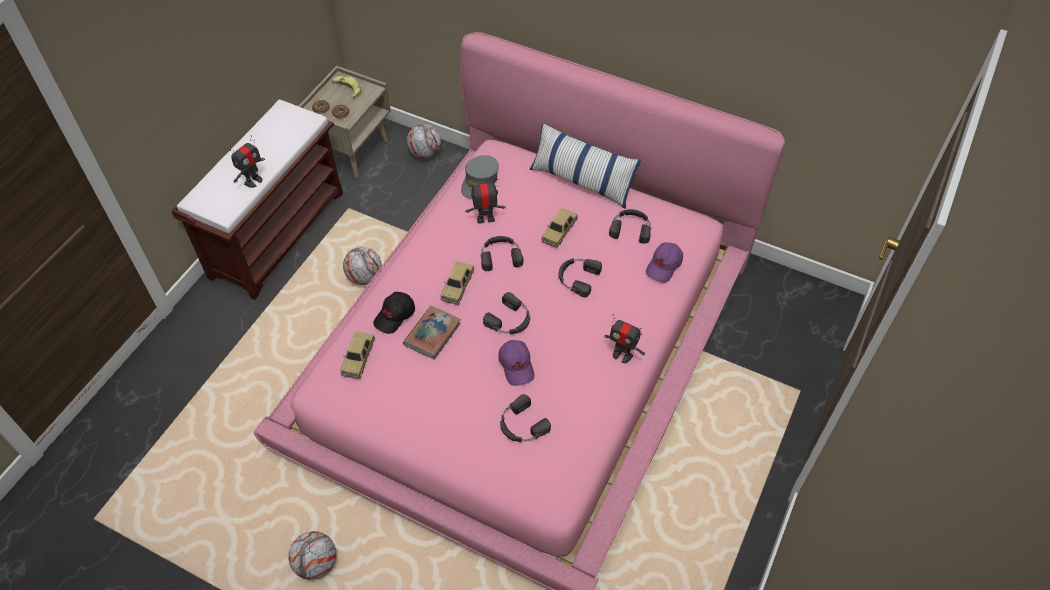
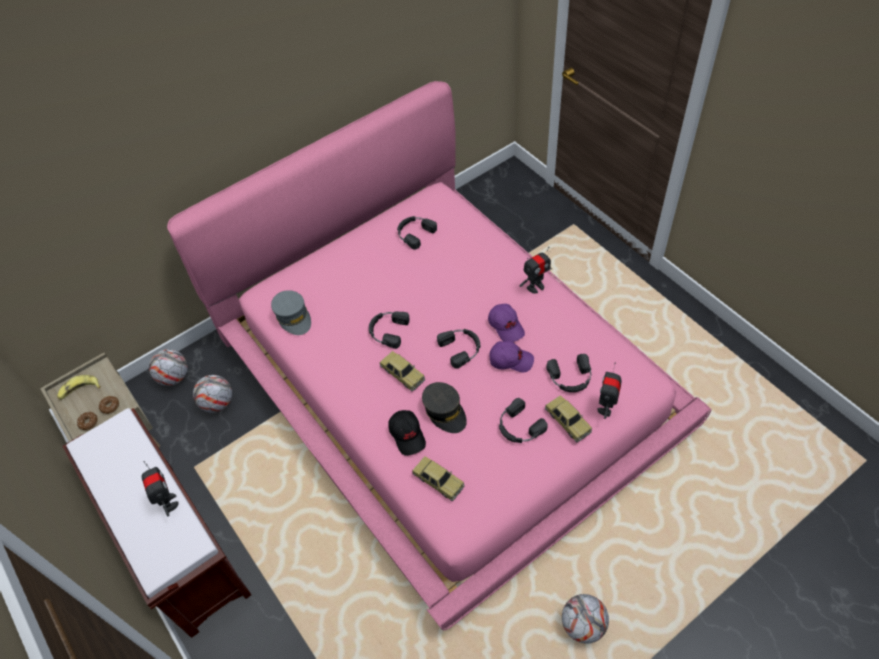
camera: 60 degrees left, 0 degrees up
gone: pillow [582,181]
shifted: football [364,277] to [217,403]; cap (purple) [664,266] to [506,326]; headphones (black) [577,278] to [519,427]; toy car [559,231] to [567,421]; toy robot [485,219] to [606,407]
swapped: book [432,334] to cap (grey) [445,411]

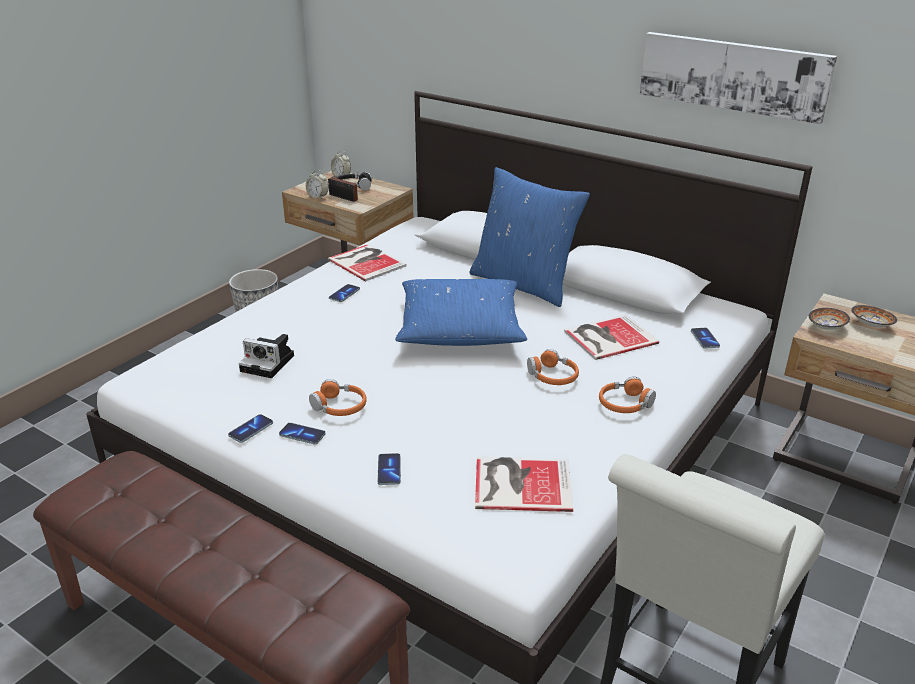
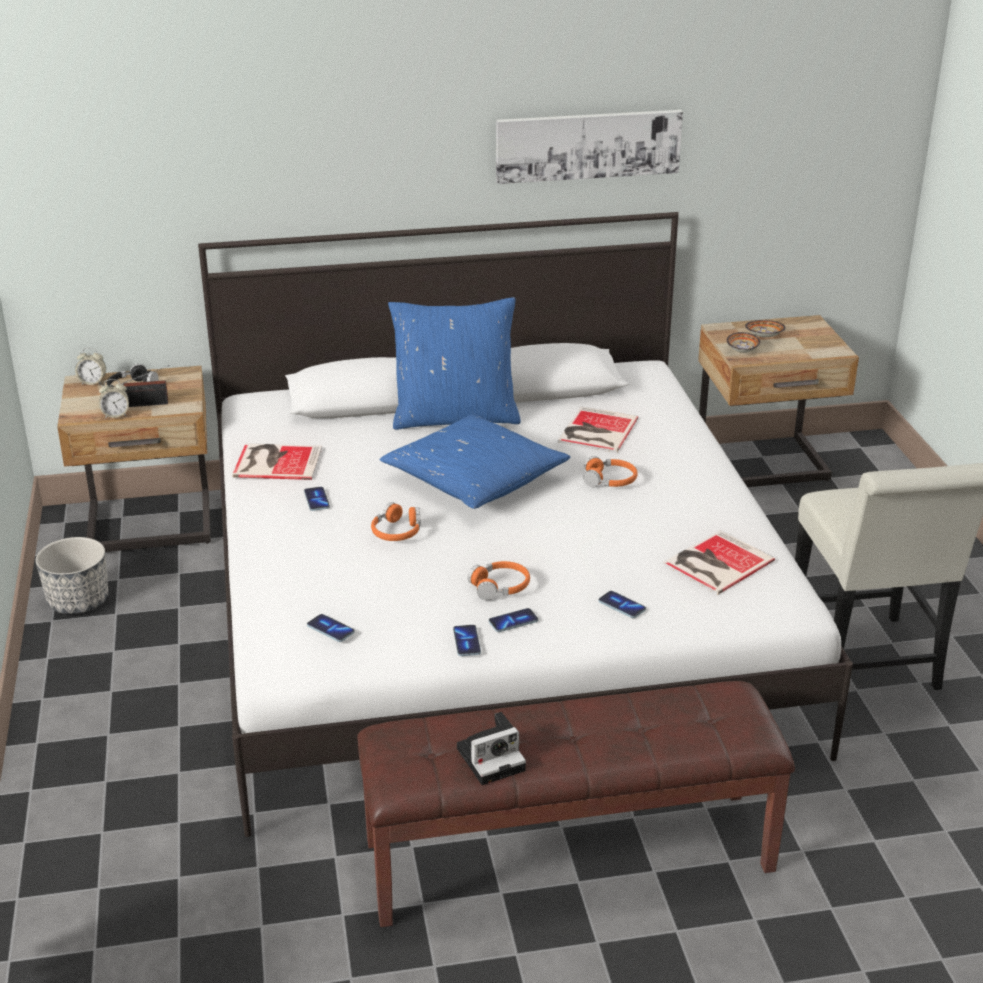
camera: 45 degrees left, 0 degrees up
shifted: phone [704,339] to [330,629]; headphones (orange) [625,404] to [397,531]; photo camera [269,363] to [492,758]

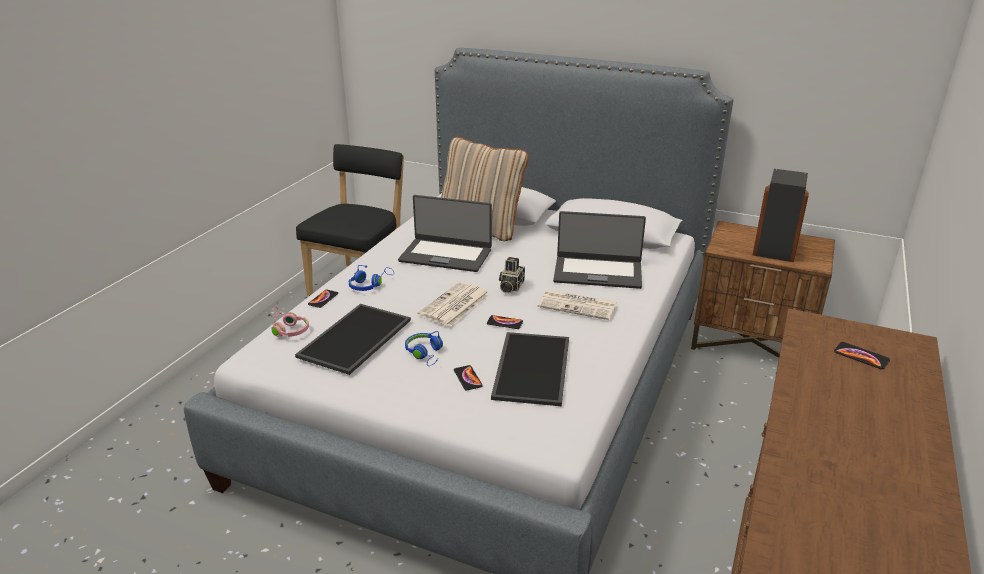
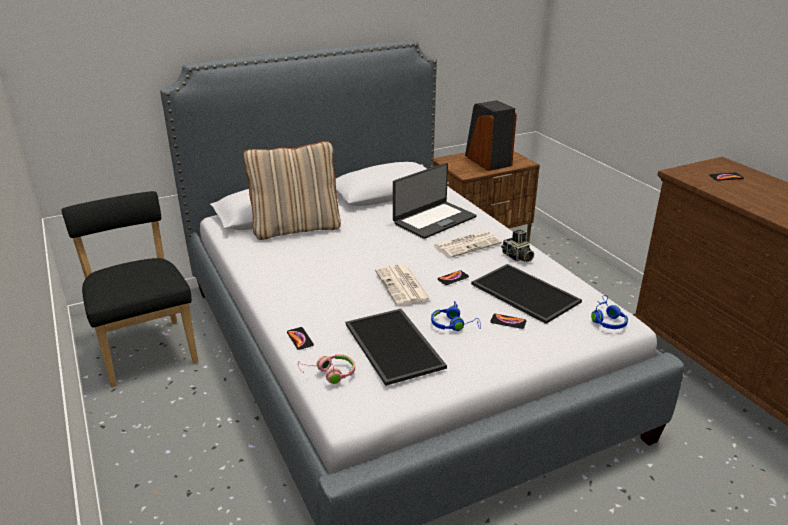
camera: 50 degrees left, 0 degrees up
gone: laptop [446,255]
shifted: photo camera [510,287] to [517,257]; headphones (blue) [369,285] to [607,319]

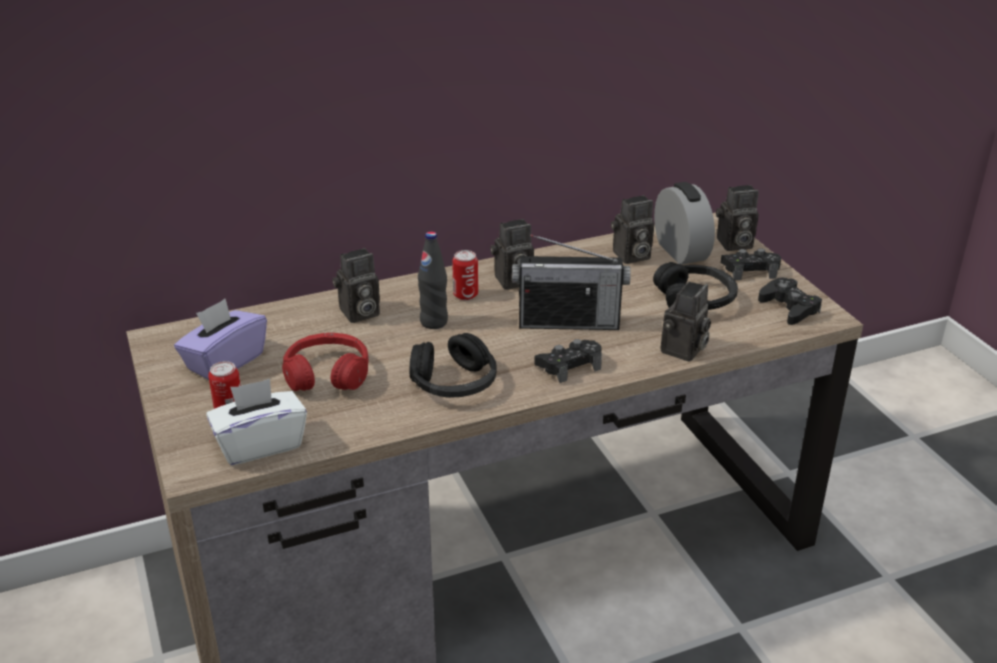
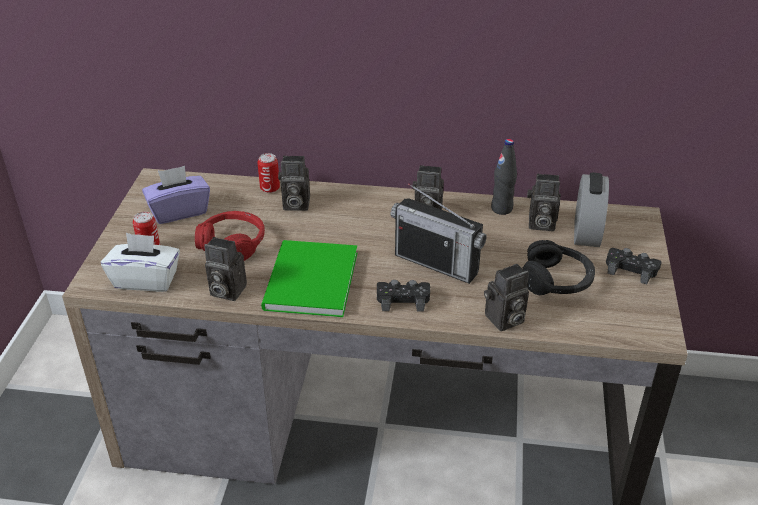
camera: 30 degrees right, 5 degrees up
gone: game controller (black) [789,308]
shifted: photo camera [733,244] to [225,291]; can [465,295] to [270,188]; bottle (black) [434,322] to [501,209]
swapped: headphones (black) [454,383] to book (green) [308,282]

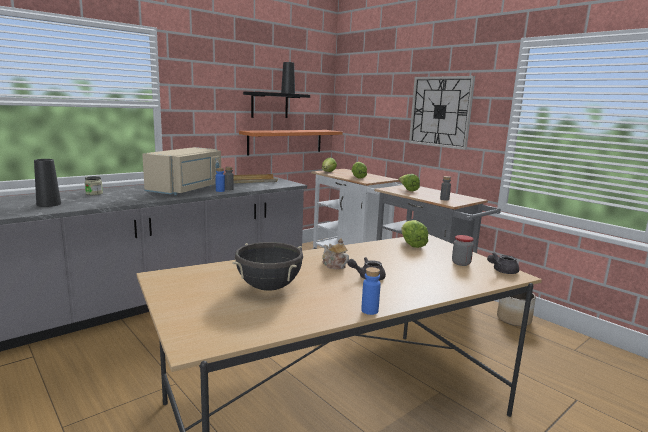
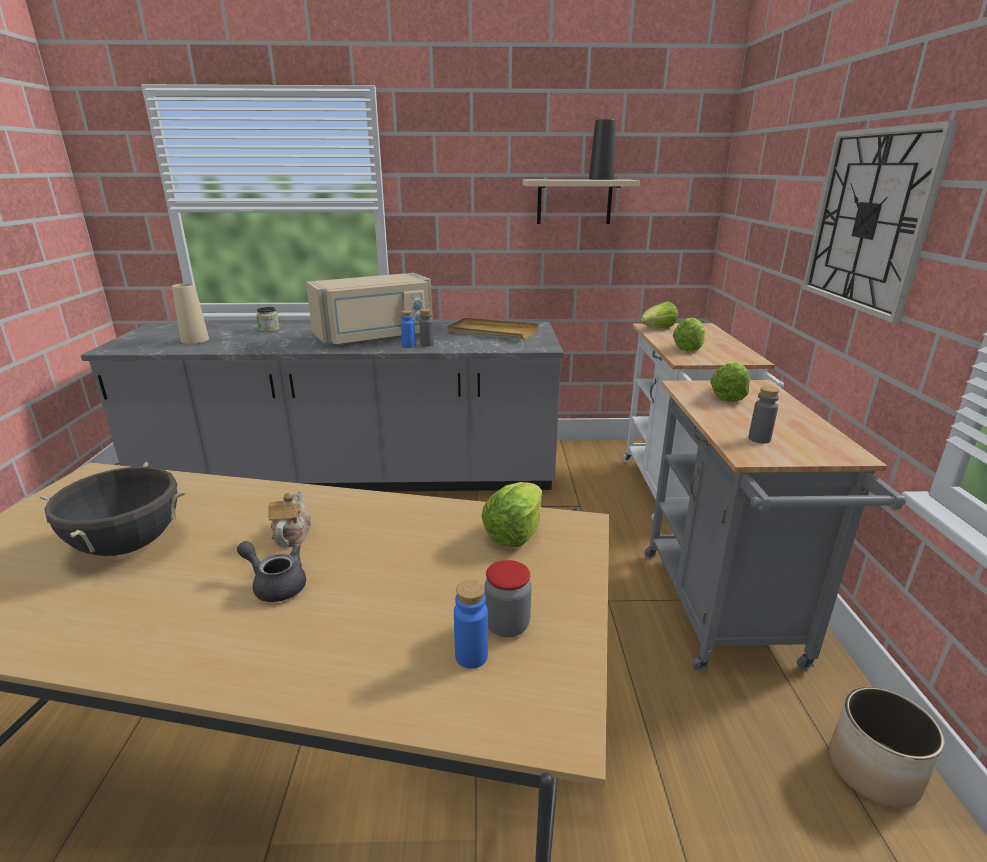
camera: 40 degrees right, 10 degrees up
gone: shelf (orange) [285,141]; teapot (grey) [501,271]
shifted: bottle (blue) [369,311] to [471,656]
repainted: vase (black) [49,204] to vase (beige) [195,340]; shelf (black) [269,105] to shelf (beige) [574,202]

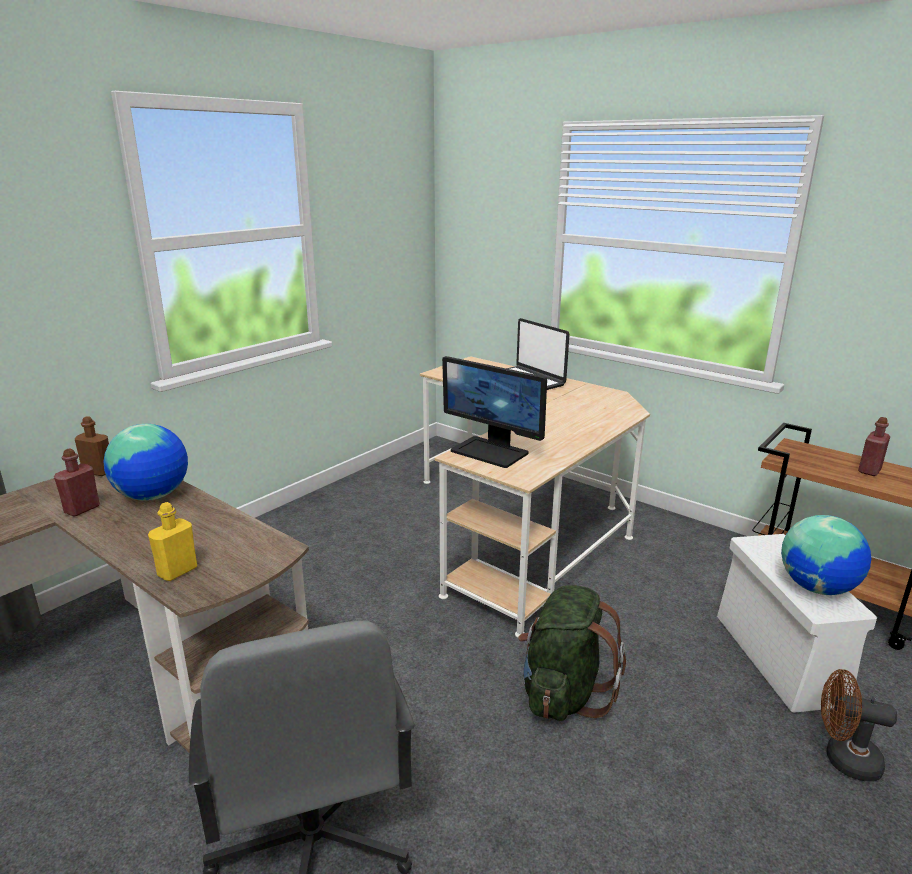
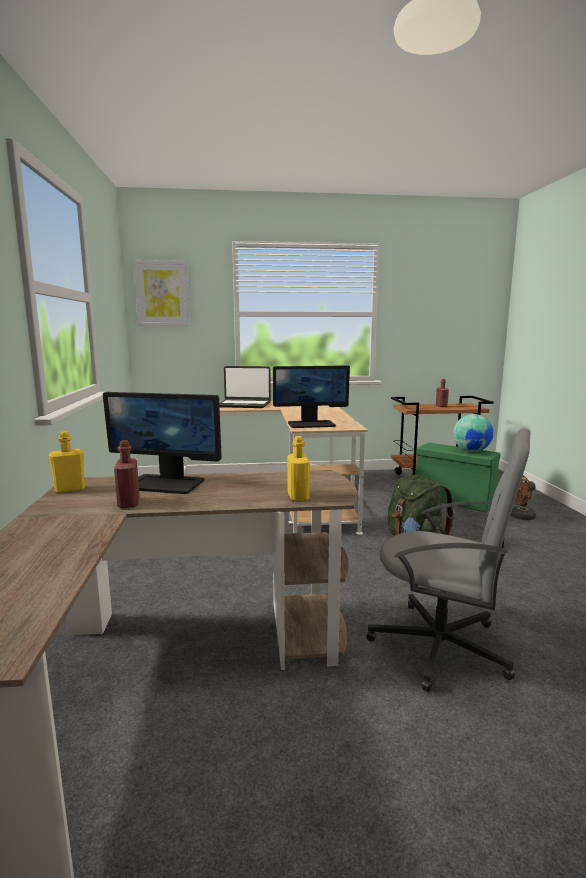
camera: 45 degrees left, 10 degrees down
new: picture [162,293]
swapped: globe [153,496] to monitor [165,484]
repainted: bottle (brown) [98,472] to bottle (yellow) [70,489]; storage box (white) [779,659] to storage box (green) [455,500]

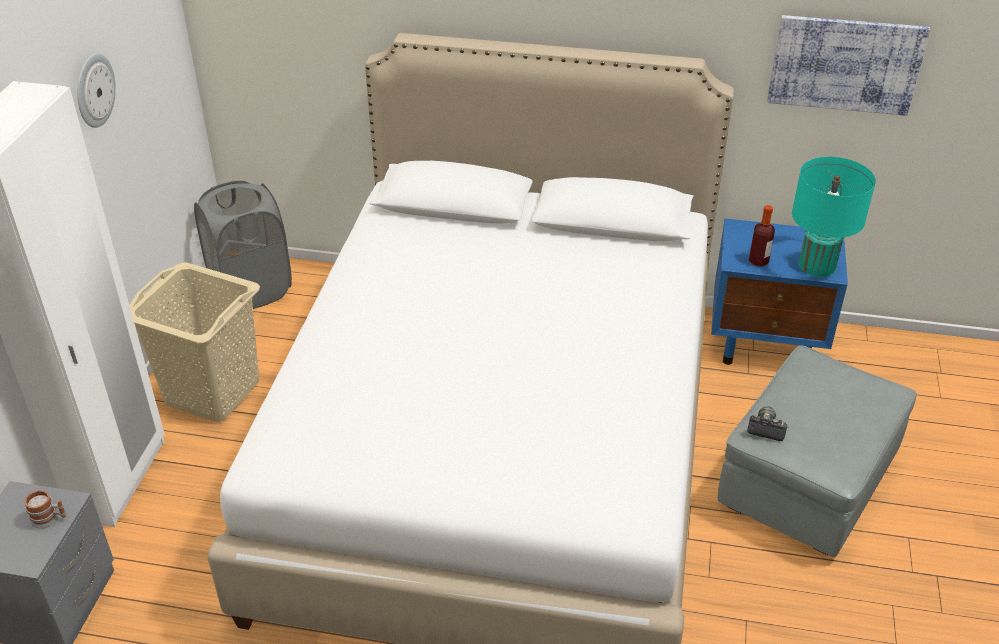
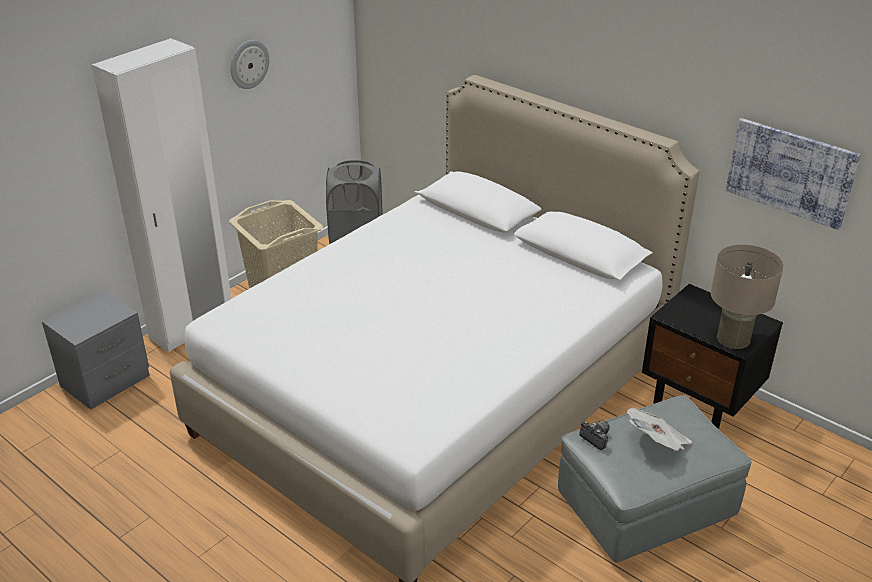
camera: 30 degrees right, 5 degrees down
gone: mug [49,518]; bottle [758,261]
new: newspaper [657,443]
repainted: nightstand (blue) [766,344] to nightstand (black) [701,402]; table lamp (turquoise) [817,265] to table lamp (beige) [733,338]

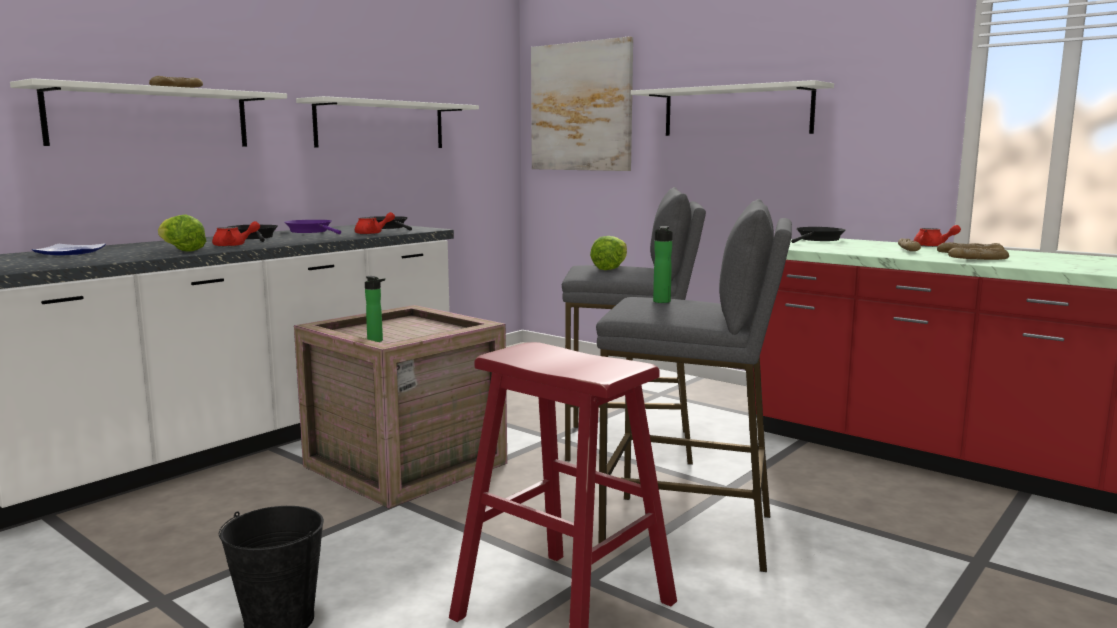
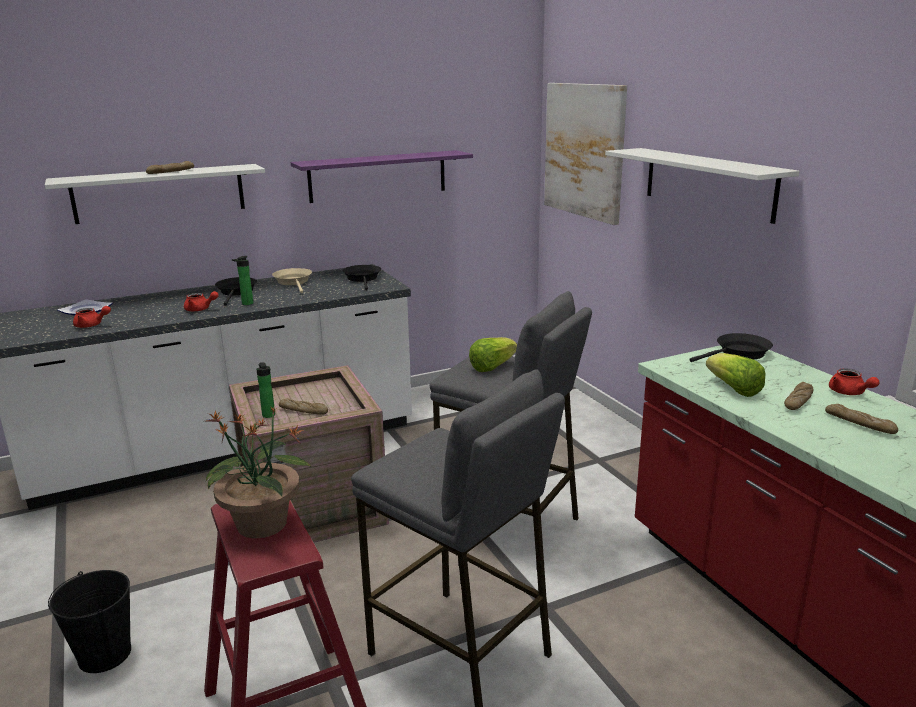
camera: 25 degrees right, 10 degrees up
new: potted plant [262,525]
shifted: teapot (red) [373,233] to [91,325]; bottle [661,302] to [246,304]; bread [978,259] to [303,411]; lettuce [181,250] to [733,389]
repainted: frying pan (purple) [311,231] to frying pan (beige) [294,282]; shelf (white) [381,125] to shelf (purple) [378,176]

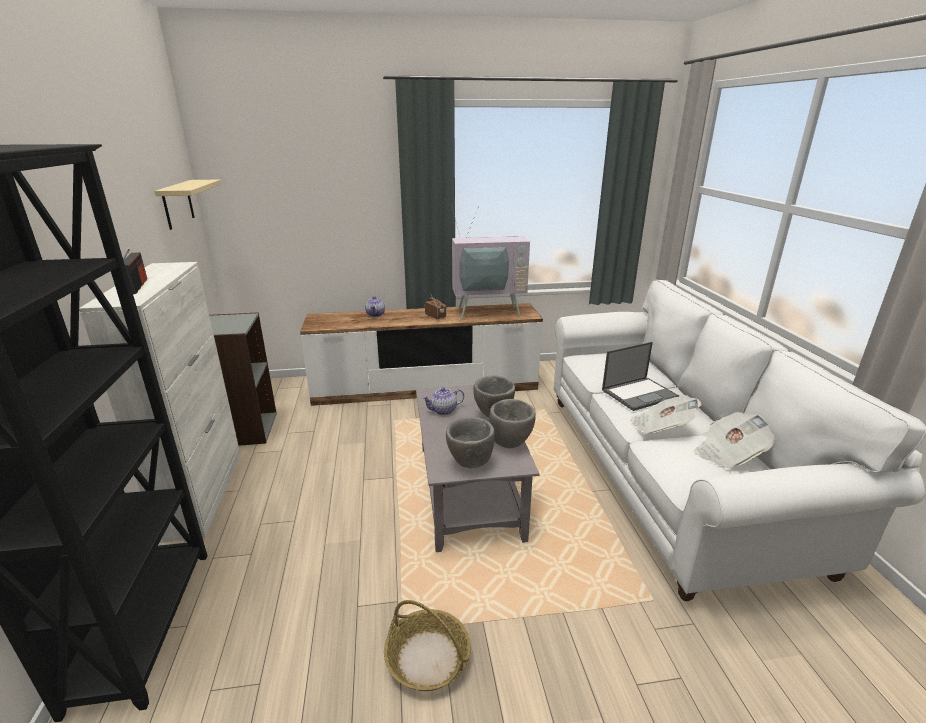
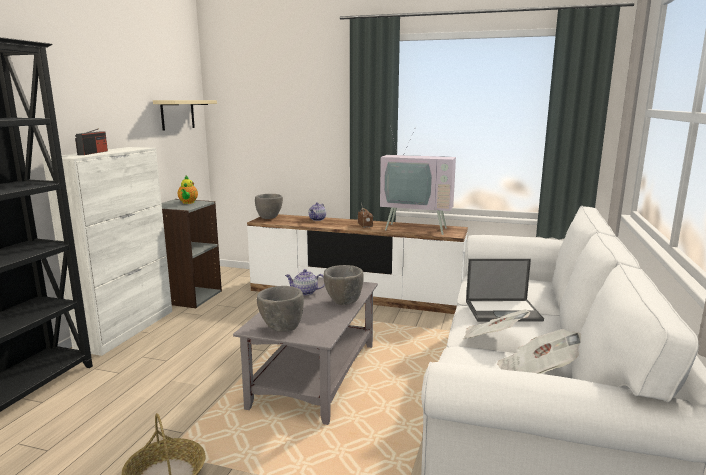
camera: 25 degrees right, 10 degrees down
new: teapot [188,203]
shifted: bowl (grey) [511,442] to [269,218]

